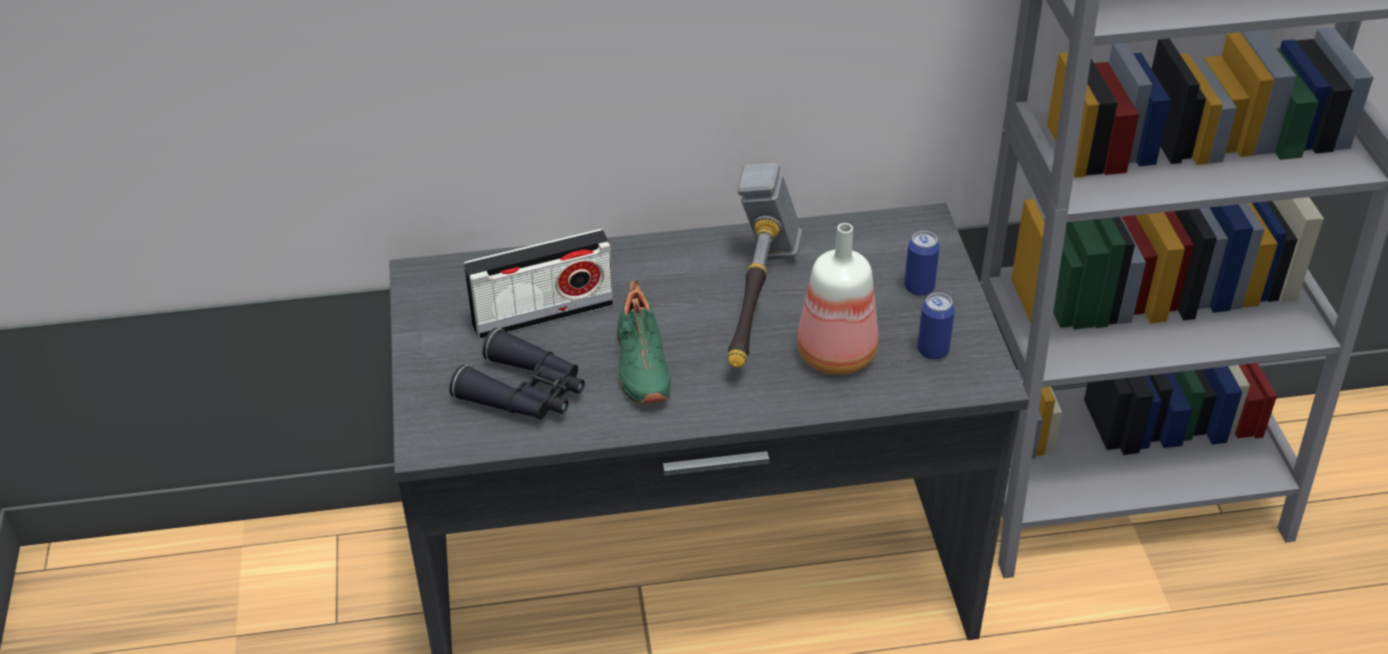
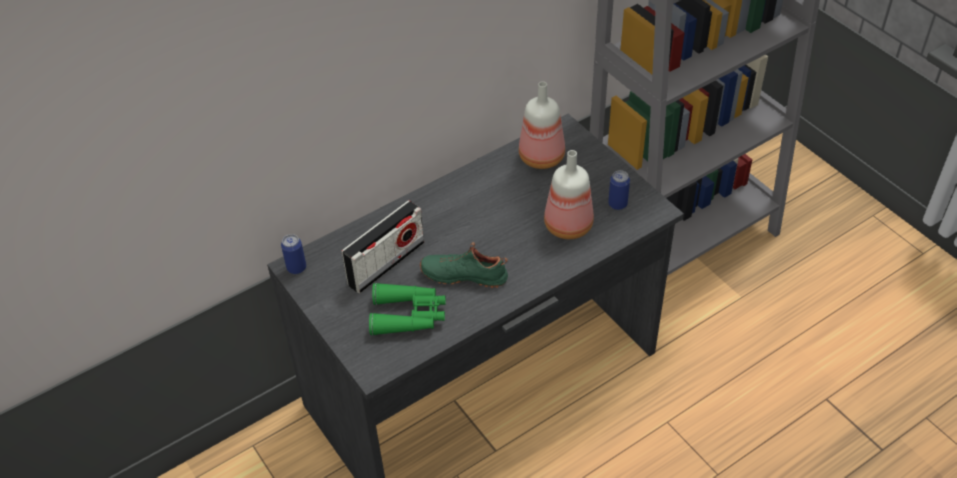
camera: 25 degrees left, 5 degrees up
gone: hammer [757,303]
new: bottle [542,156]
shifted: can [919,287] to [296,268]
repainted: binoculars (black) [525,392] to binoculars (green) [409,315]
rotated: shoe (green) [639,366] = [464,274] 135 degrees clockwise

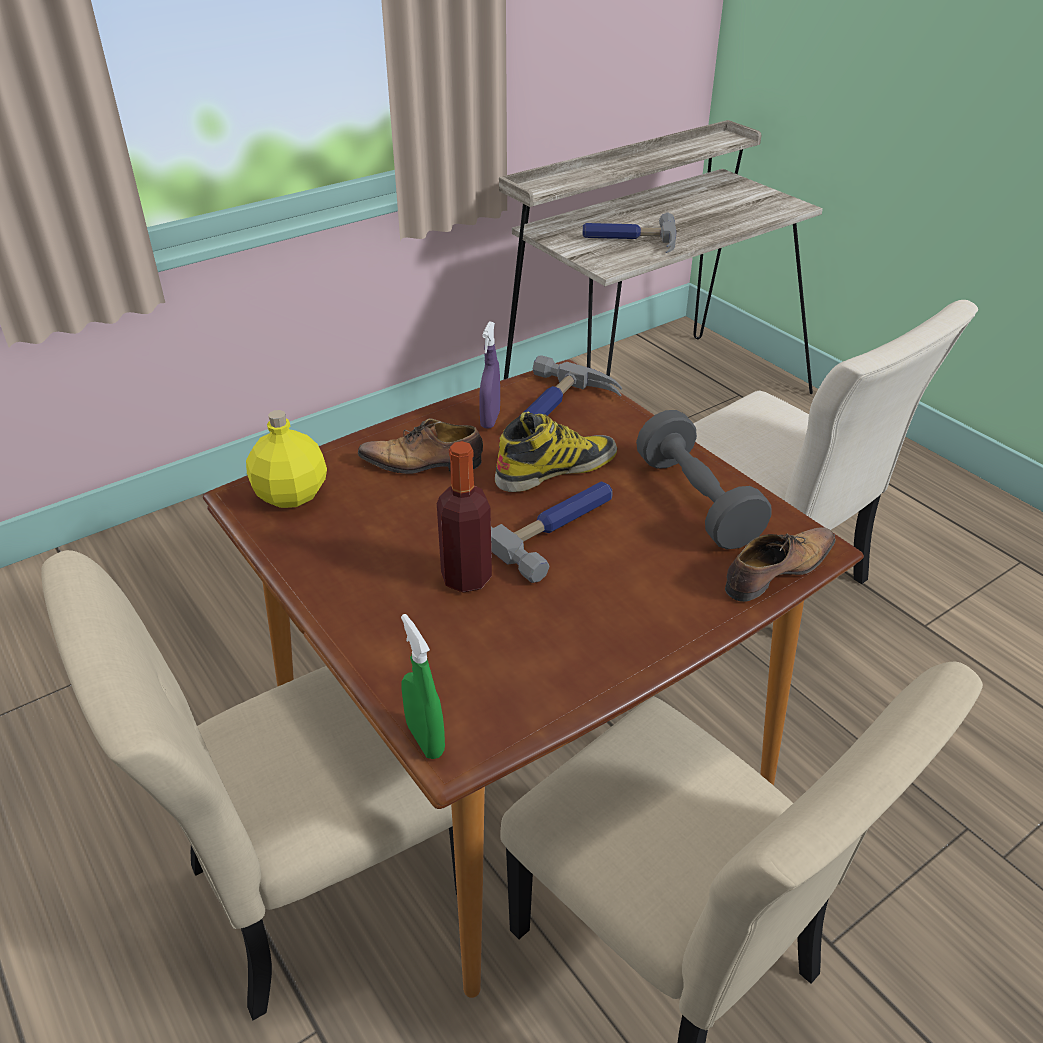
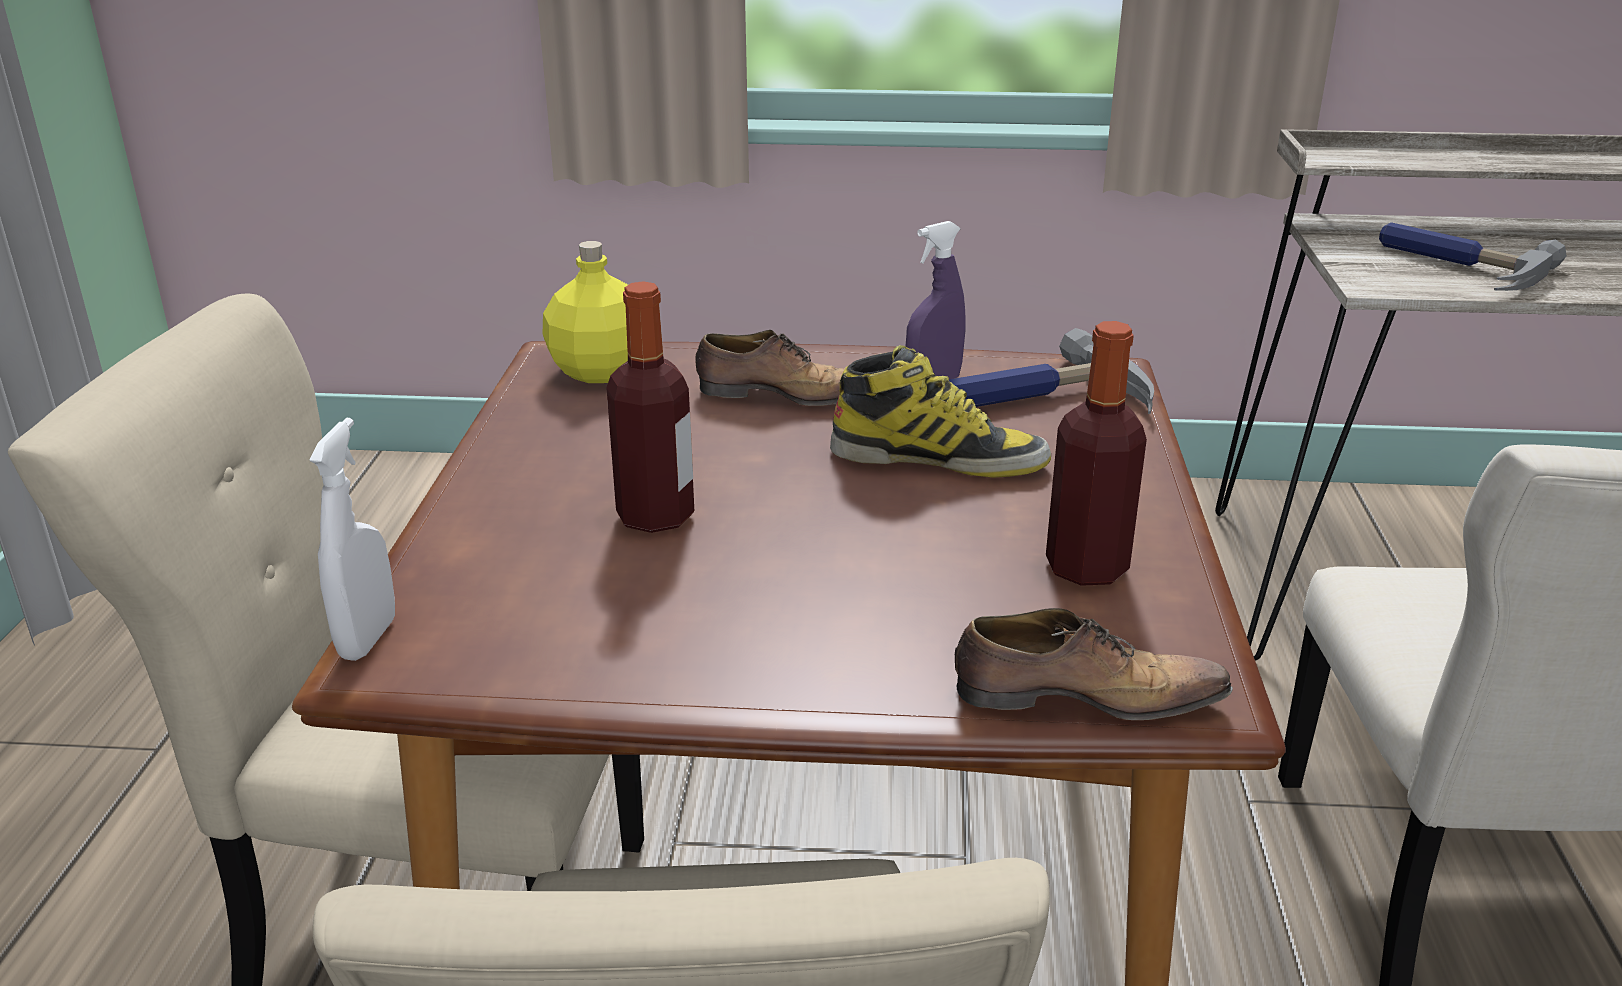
camera: 40 degrees right, 10 degrees down
gone: hammer [548,525]
swapped: dumbbell (grey) [696,501] to bottle [1086,568]
repainted: spray bottle (green) [425,739] to spray bottle (white) [368,638]
rotated: shoe [424,463] = [784,395] 150 degrees clockwise

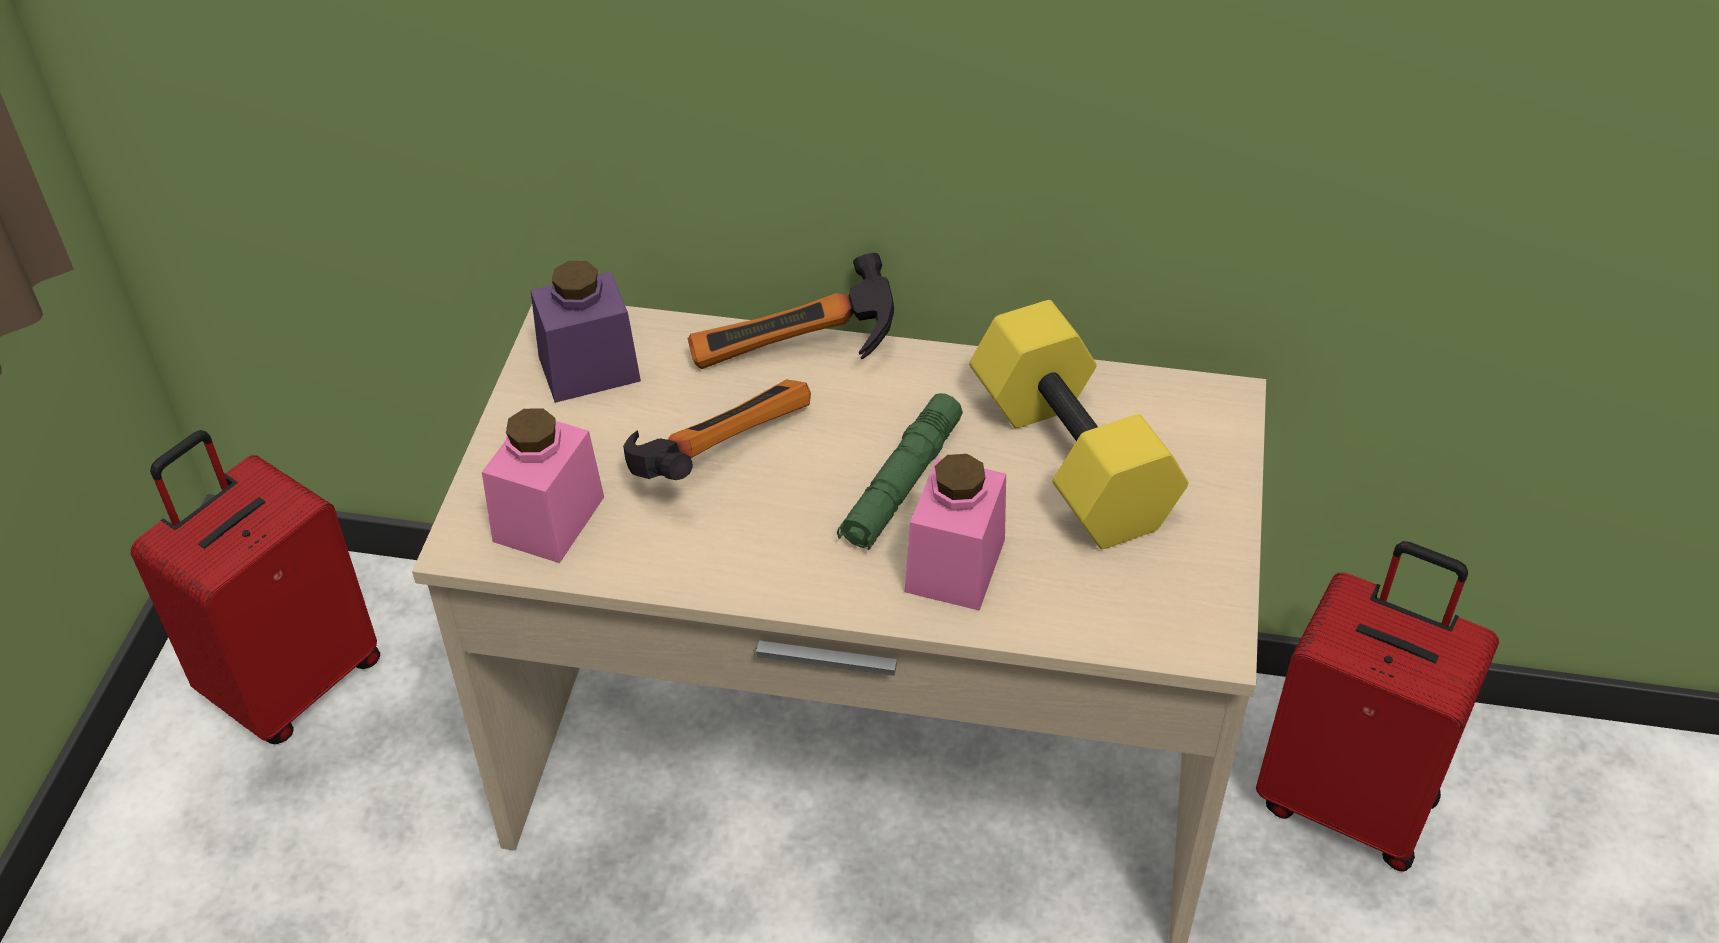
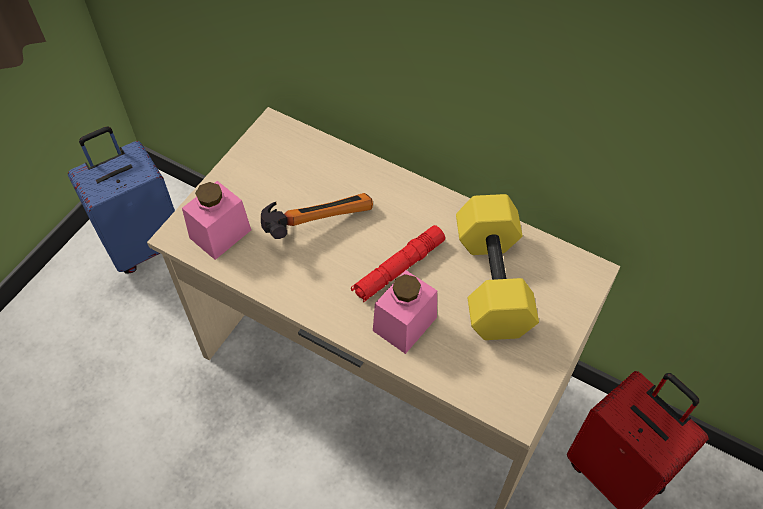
camera: 20 degrees right, 10 degrees up
gone: jar (purple) [589,369]; hammer [795,358]
repainted: suitcase (red) [292,681] to suitcase (blue) [145,244]; flashlight (green) [901,484] to flashlight (red) [398,268]

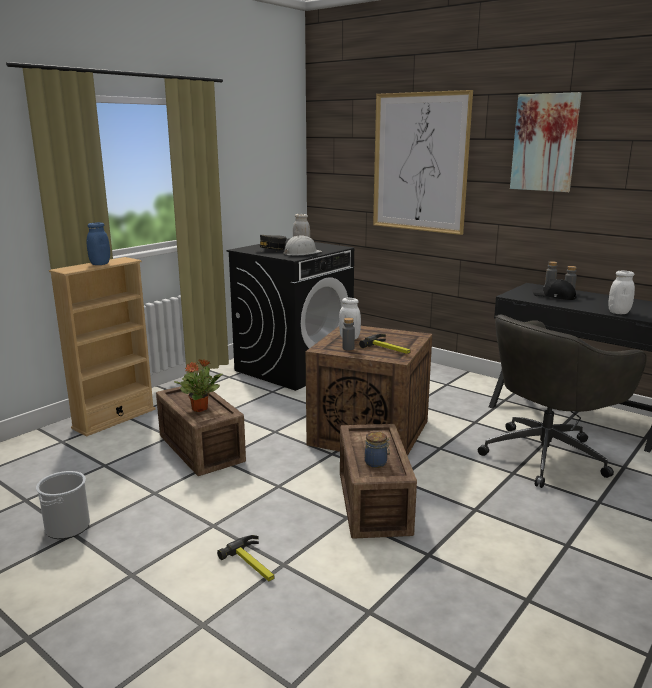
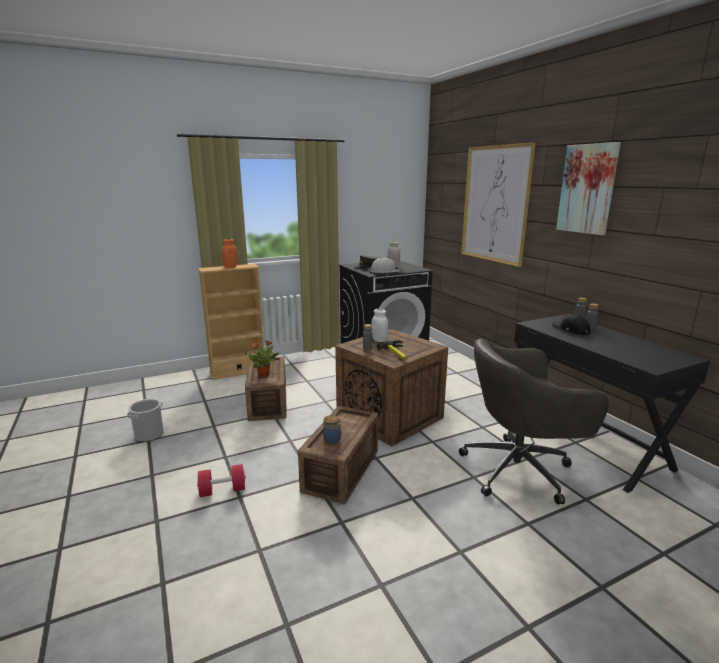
camera: 25 degrees right, 0 degrees up
gone: jar (white) [618,312]
swapped: hammer [254,564] to dumbbell (red) [223,490]
repainted: jar (blue) [100,264] to jar (orange) [230,267]

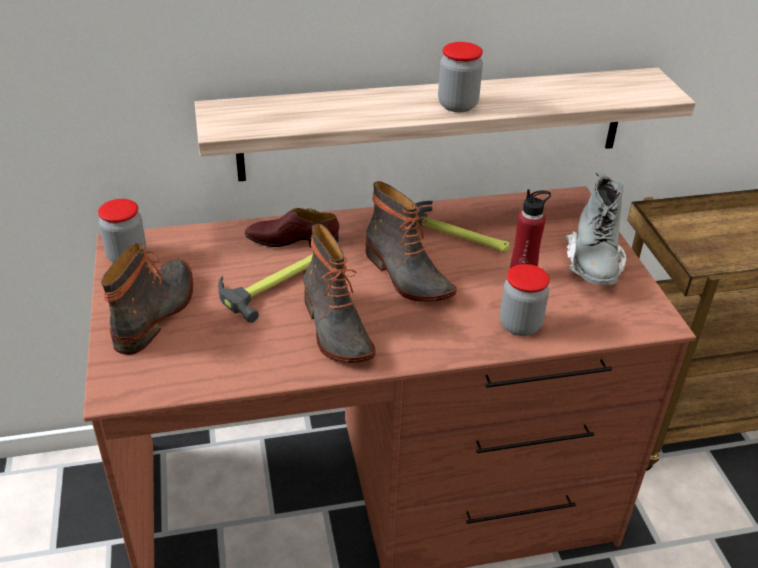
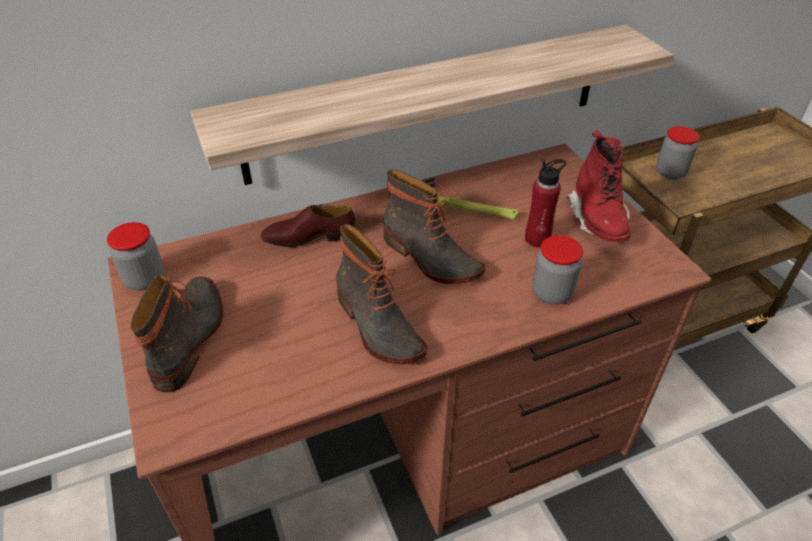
camera: 10 degrees left, 5 degrees up
gone: hammer [278,283]
shifted: jar [457,105] to [670,172]
repainted: boot (grey) [593,265] to boot (red) [598,220]

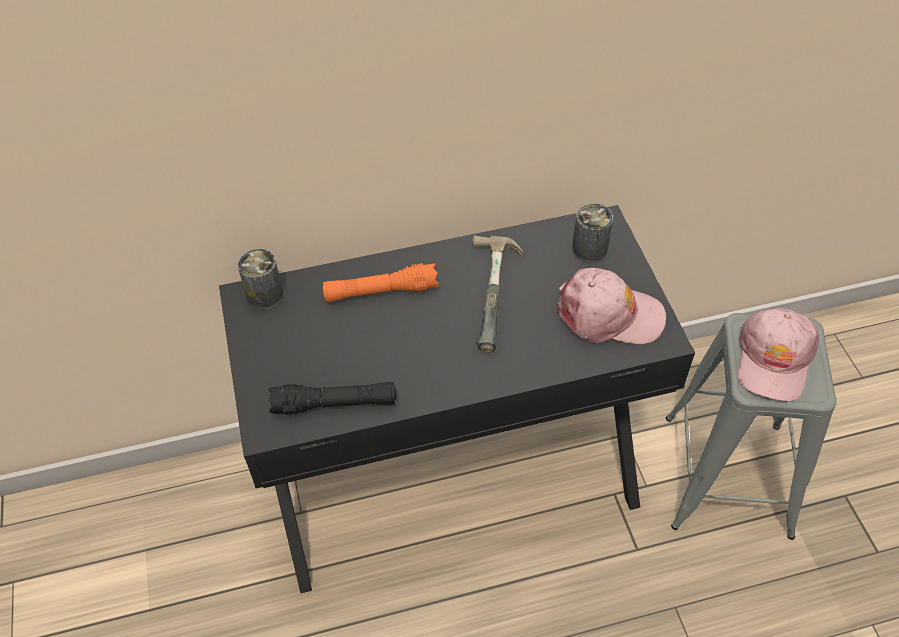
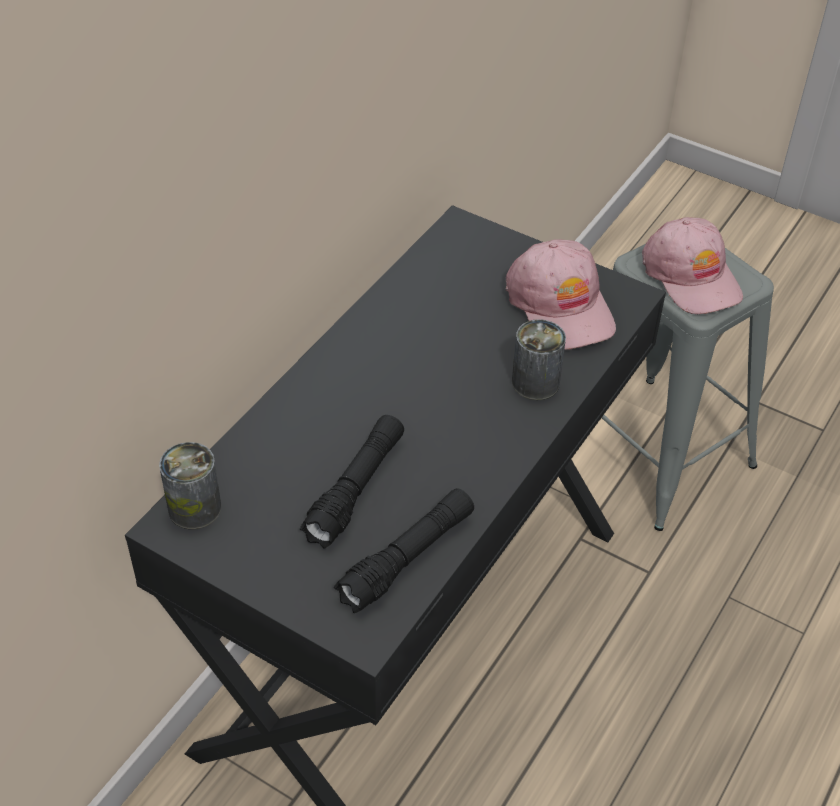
camera: 45 degrees left, 5 degrees down
gone: flashlight (orange) [381,292]; hammer [500,294]
new: flashlight (black) [356,489]
shifted: can [589,249] to [535,382]
rotated: cap (pink) [608,315] = [561,306] 105 degrees clockwise

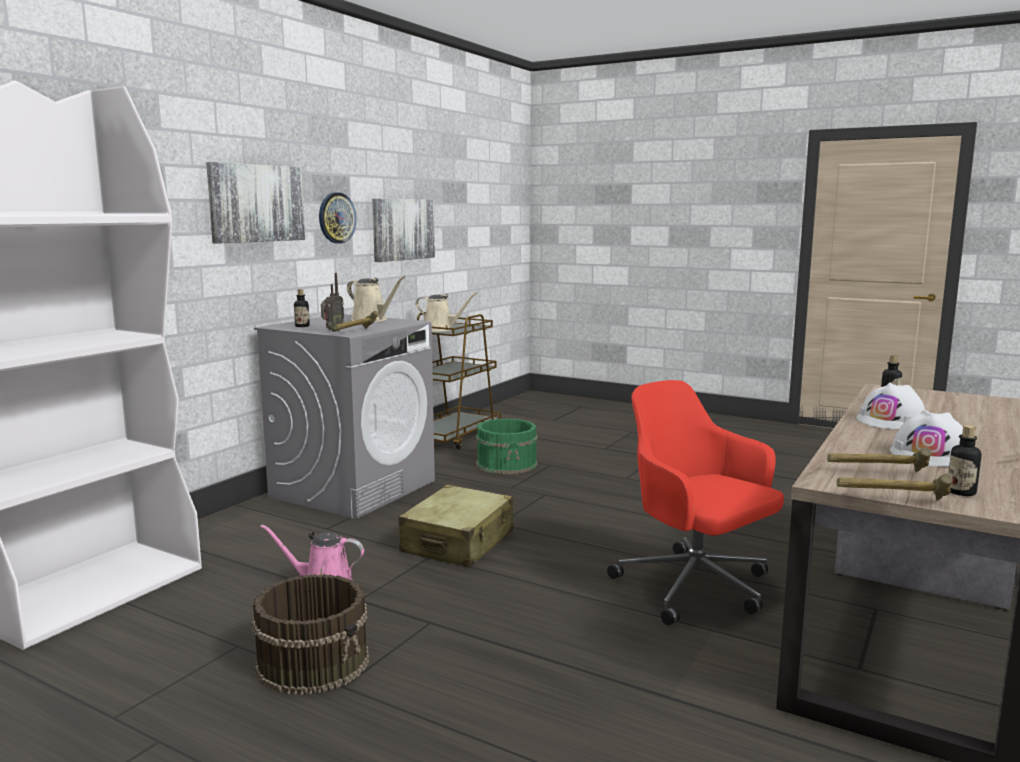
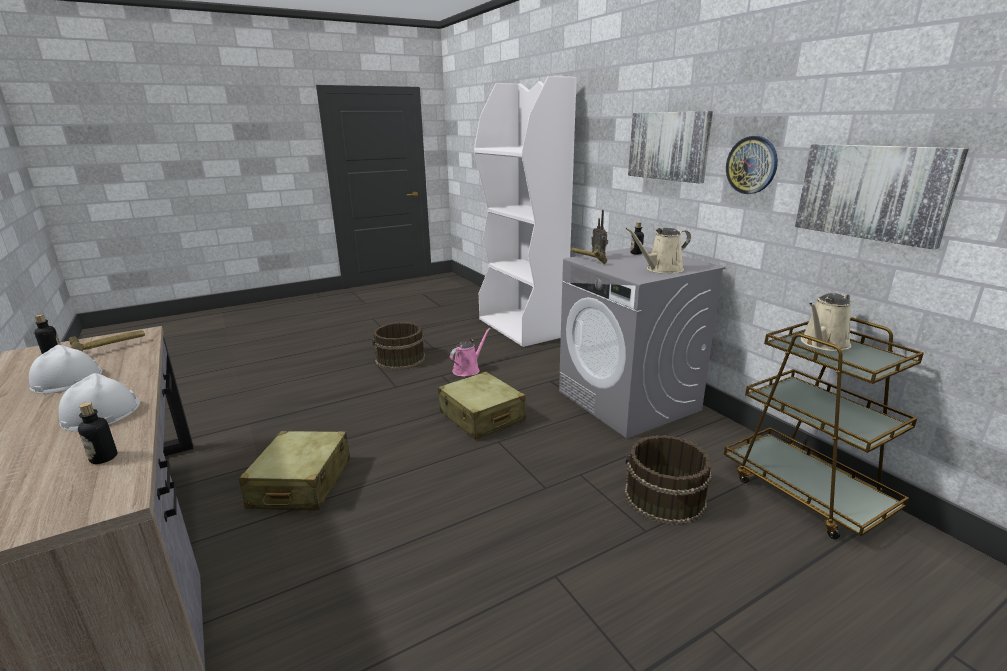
camera: 120 degrees right, 10 degrees up
gone: hammer [891,500]
swapped: office chair (red) [696,588] to suitcase (beige) [301,484]
repainted: bucket (green) [507,464] to bucket (brown) [664,498]

